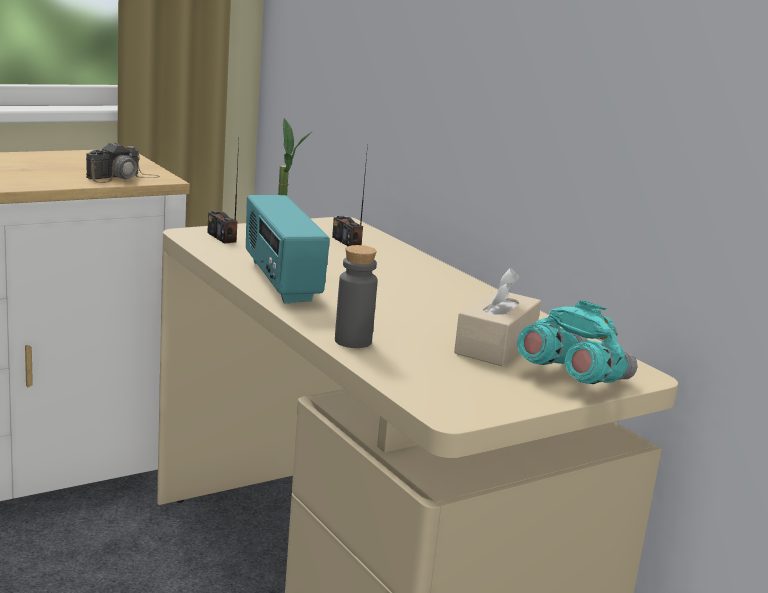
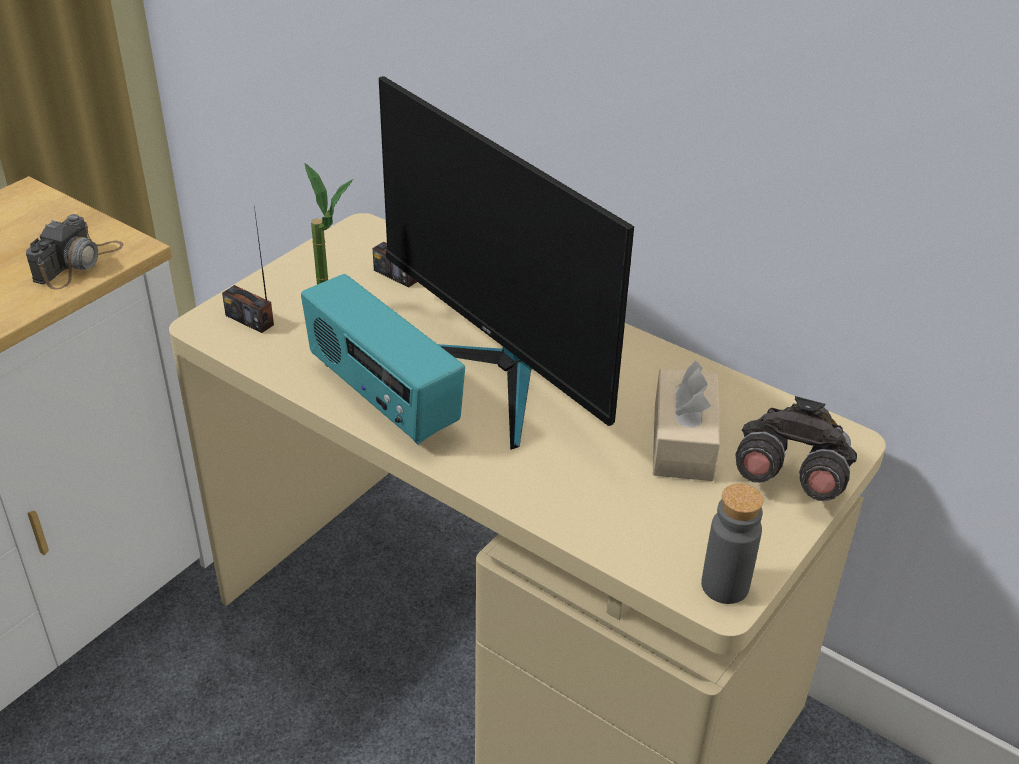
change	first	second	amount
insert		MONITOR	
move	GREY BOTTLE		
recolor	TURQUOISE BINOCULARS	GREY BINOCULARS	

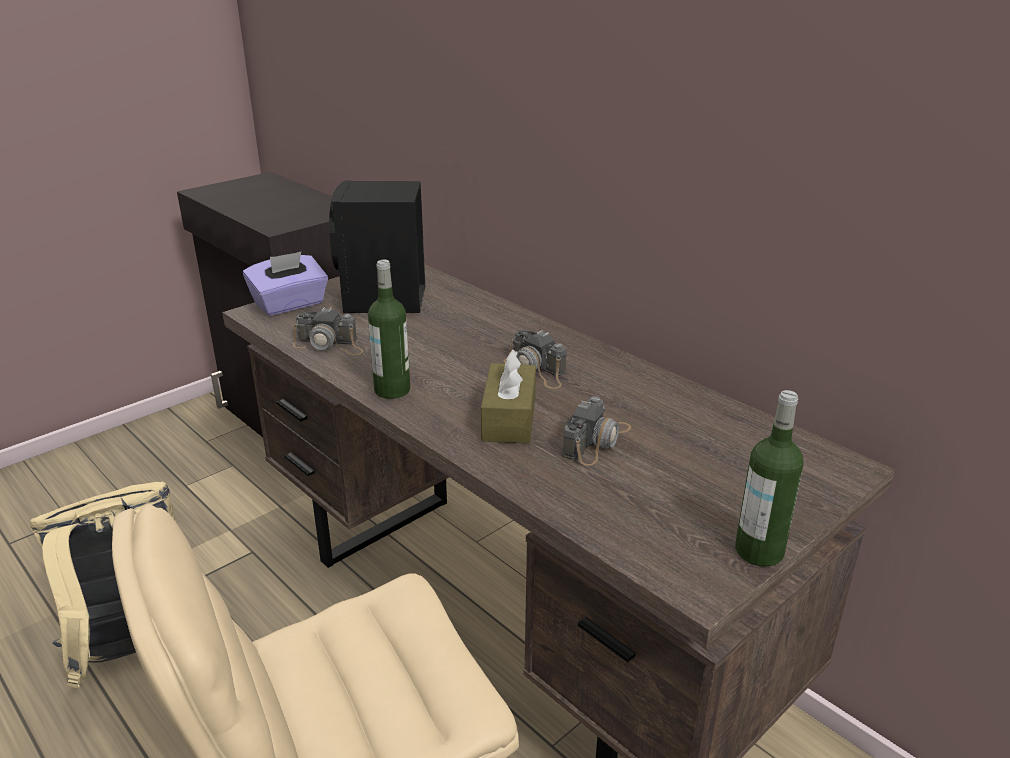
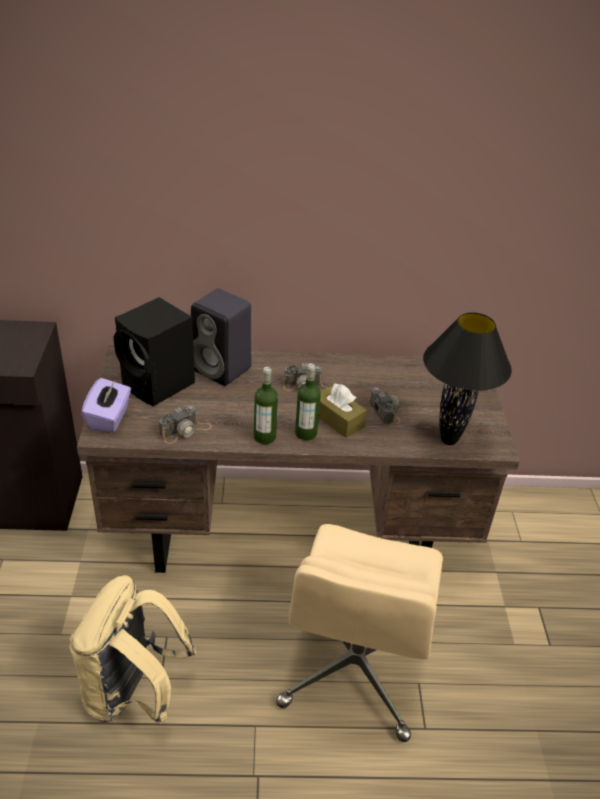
change	first	second	amount
insert		BLACK SPEAKER (2nd from left)	
insert		BLACK TABLE LAMP	
move	BOTTLE (2nd from left)		

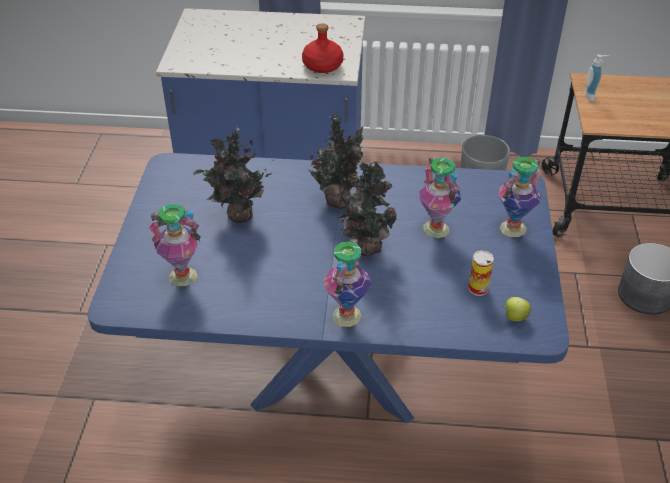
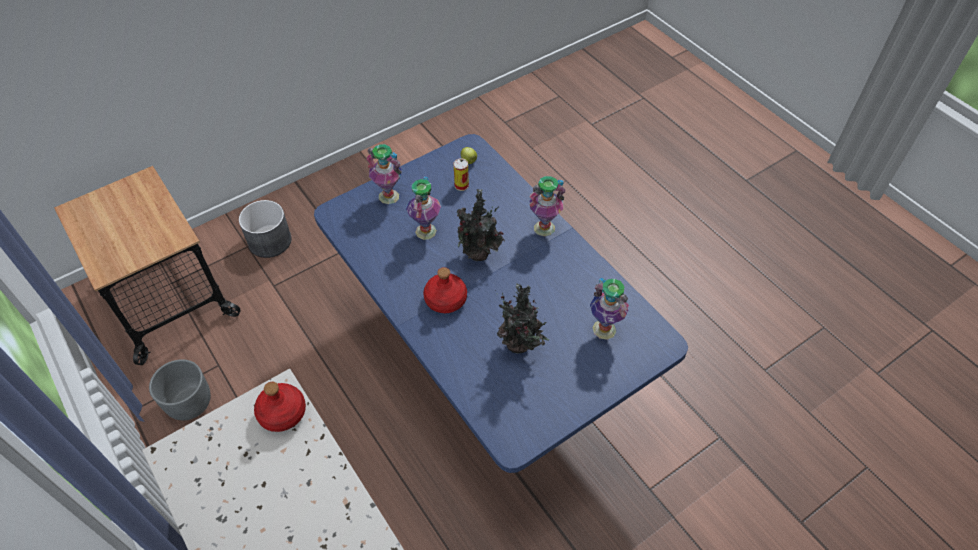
change	first	second	amount
delete	SOAP DISPENSER		
replace	POTTED PLANT (2nd from left)	RED BOTTLE (2nd from left)	

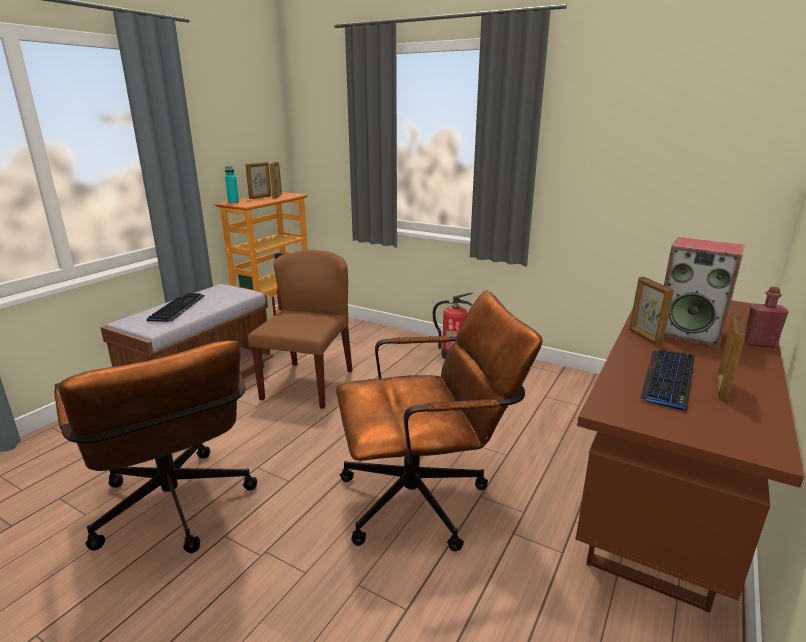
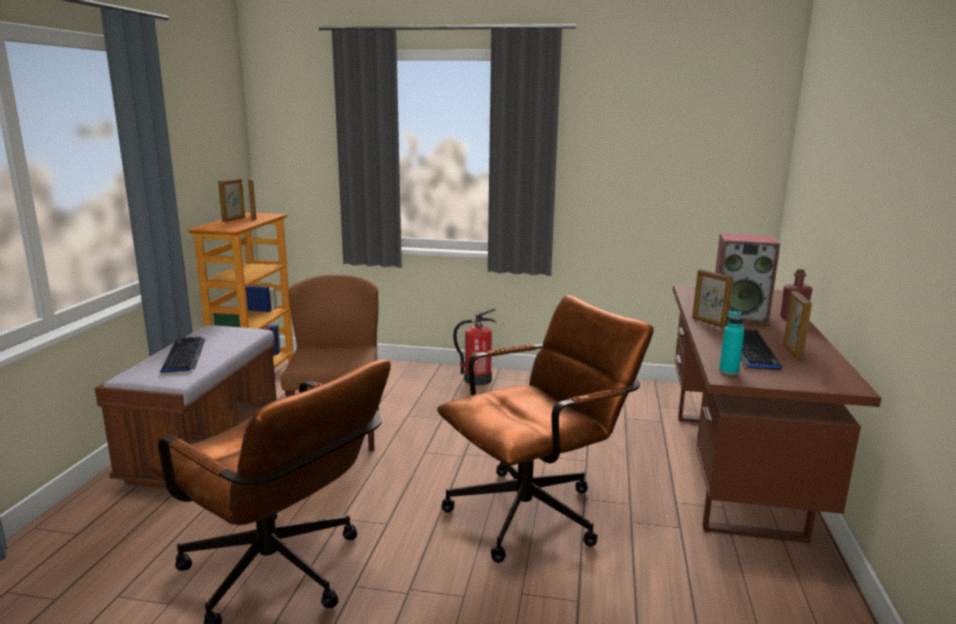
change	first	second	amount
move	TURQUOISE BOTTLE		

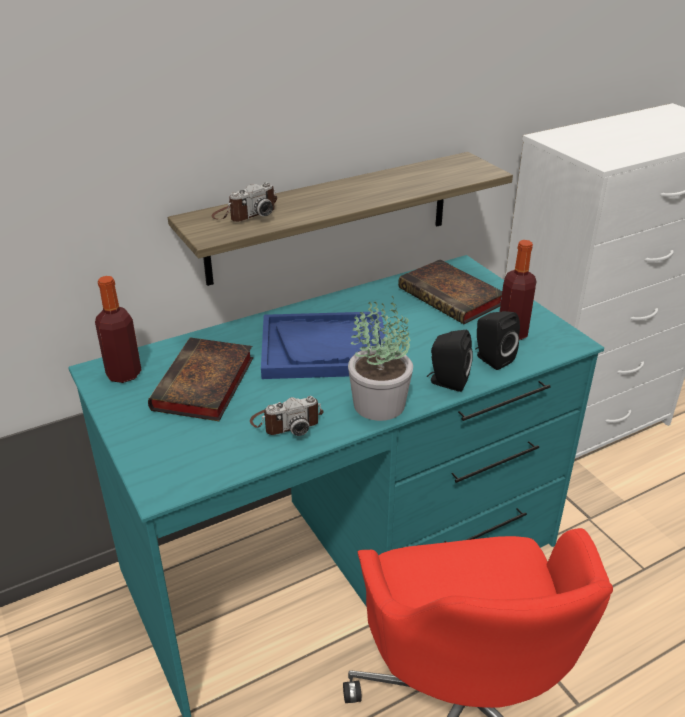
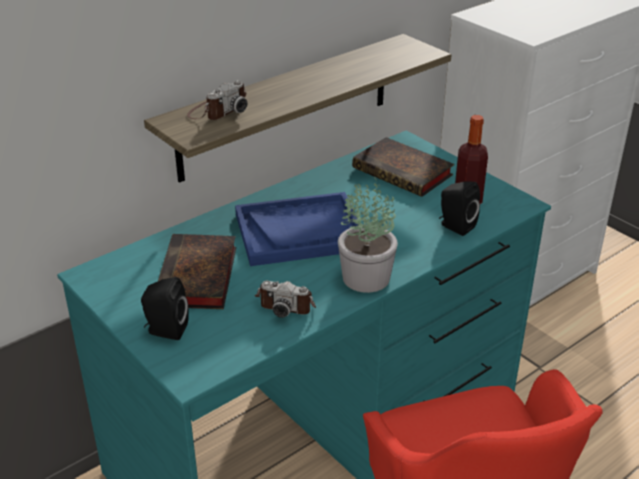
change	first	second	amount
delete	BOTTLE (1st from left)		
move	BLACK SPEAKER (1st from left)		
rotate	PHOTO CAMERA (2nd from left)		45 degrees clockwise

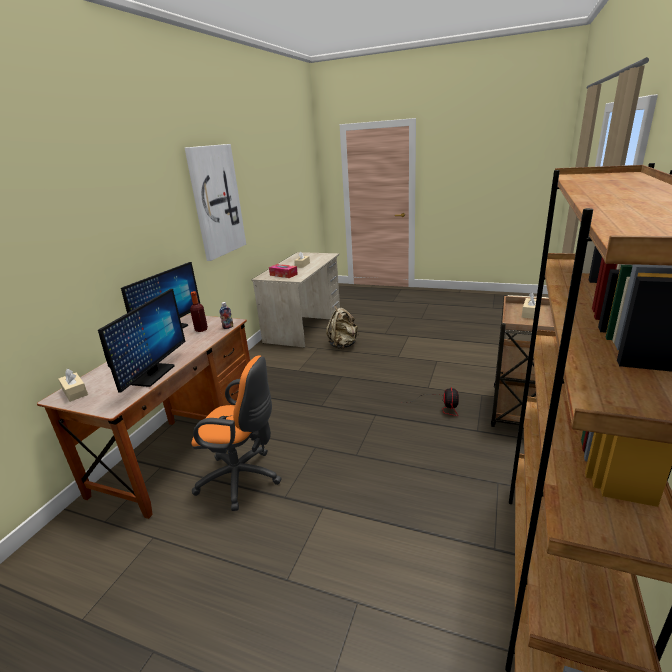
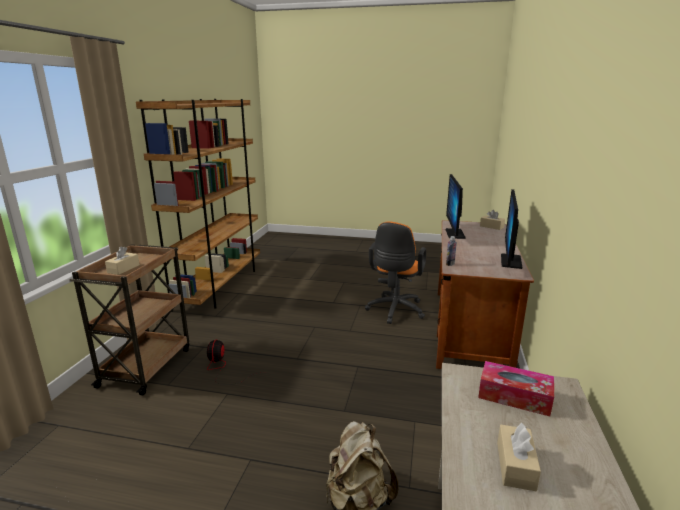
change	first	second	amount
delete	PICTURE		
delete	BOTTLE (1st from left)		
rotate	ORANGE OFFICE CHAIR		75 degrees counterclockwise

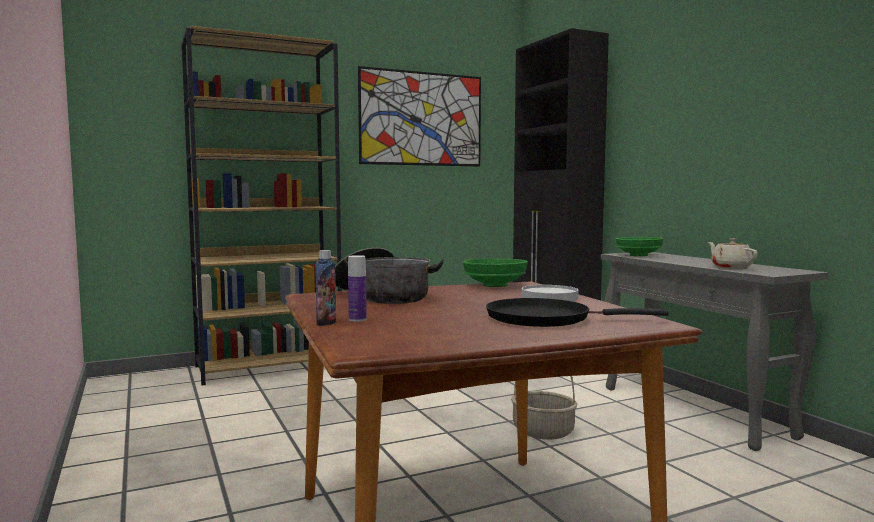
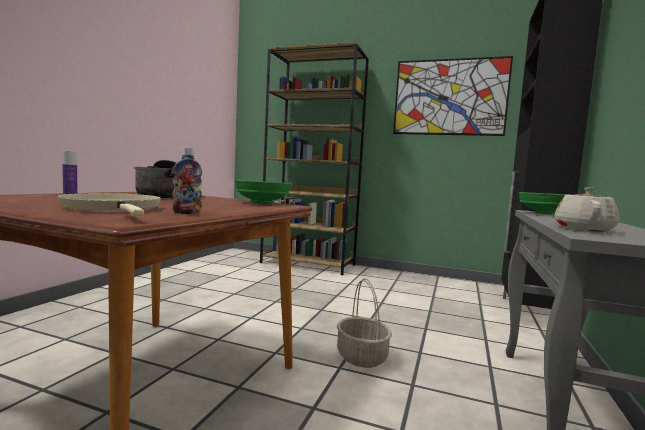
change	first	second	amount
delete	WHITE PLATE		
move	BOTTLE (1st from left in the first image)	BOTTLE (2nd from left)	
recolor	BLACK FRYING PAN	BEIGE FRYING PAN	

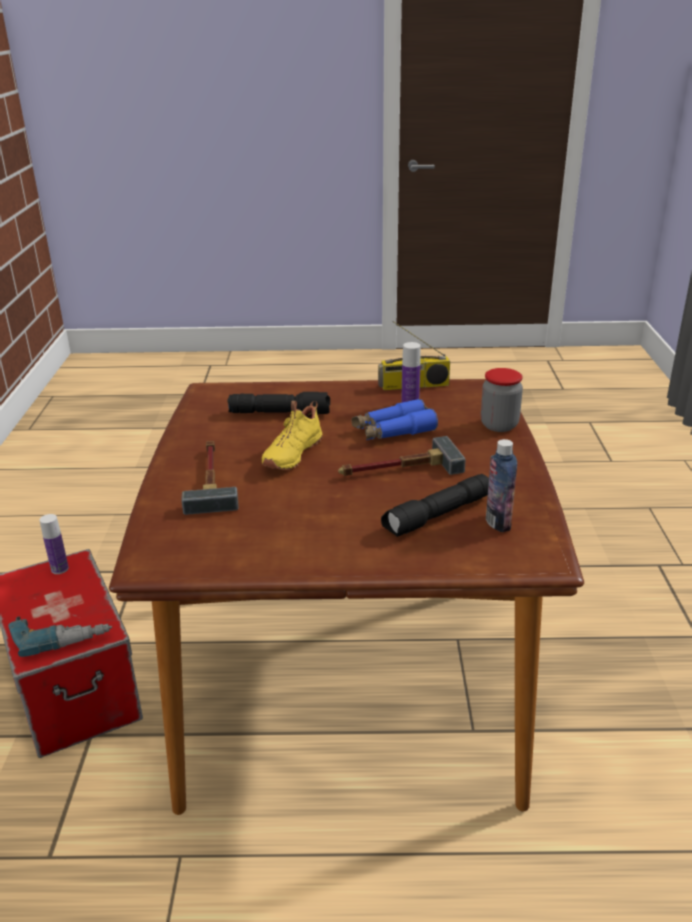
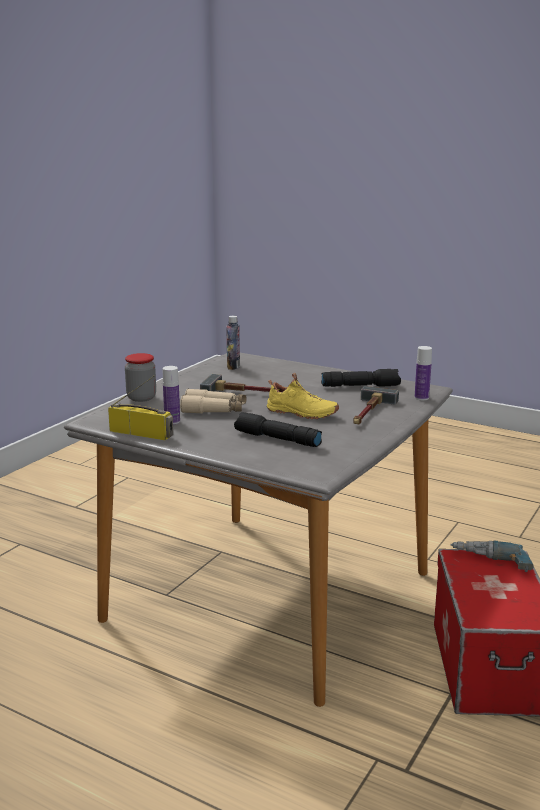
change	first	second	amount
move	BOTTLE (1st from left in the first image)	BOTTLE (3rd from left)	
move	BLACK FLASHLIGHT (2nd from left)		
recolor	BROWN DINING TABLE	GREY DINING TABLE	
recolor	BLUE BINOCULARS	BEIGE BINOCULARS	
rotate	YELLOW SHOE		60 degrees clockwise

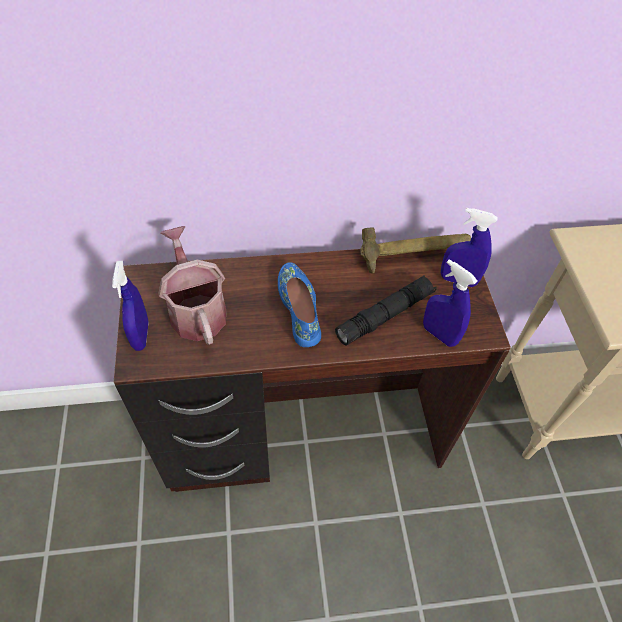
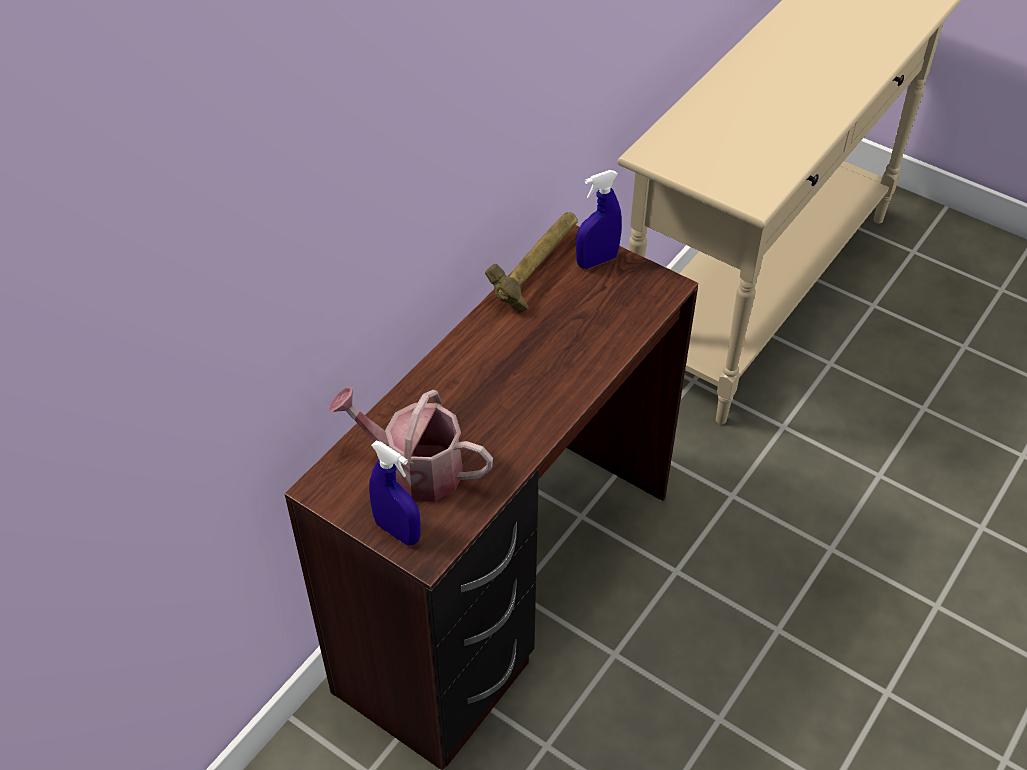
change	first	second	amount
delete	BLUE SHOE		
delete	BLACK FLASHLIGHT		
delete	BLUE SPRAY BOTTLE (2nd from left)		

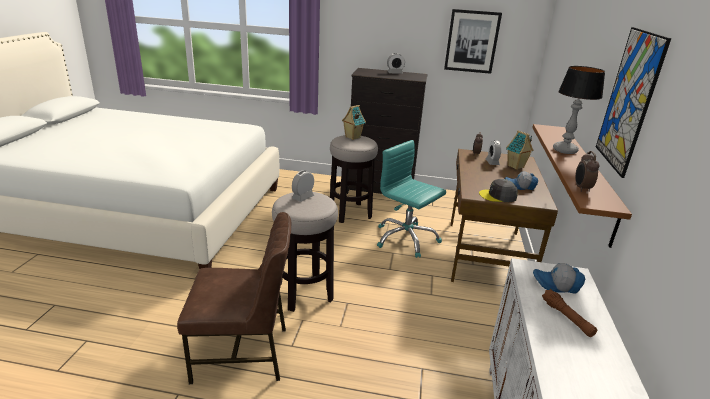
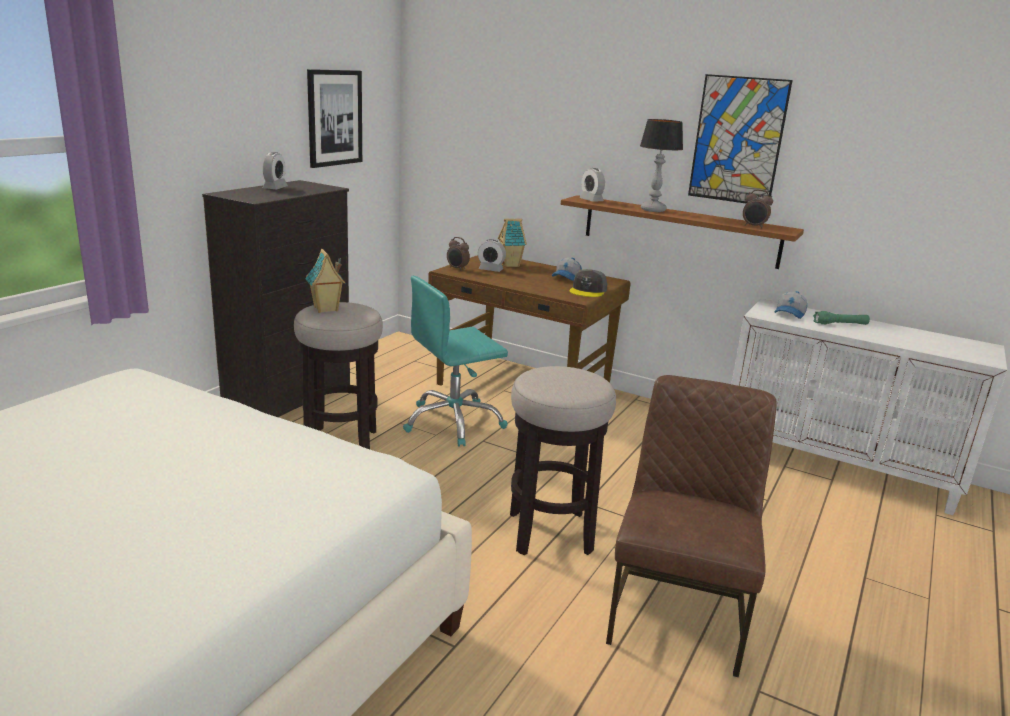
change	first	second	amount
move	ALARM CLOCK (1st from left in the first image)	ALARM CLOCK (4th from left)	
recolor	BROWN FLASHLIGHT	GREEN FLASHLIGHT	

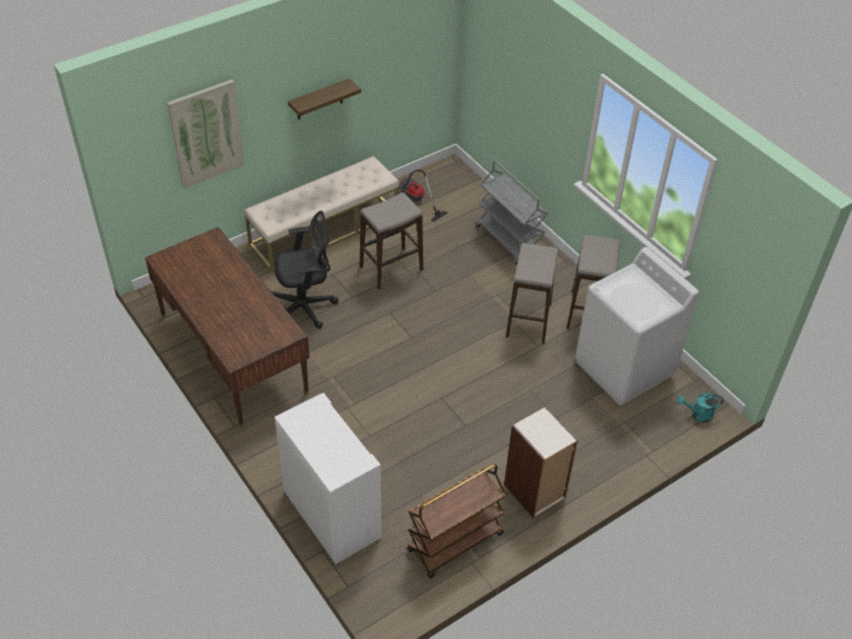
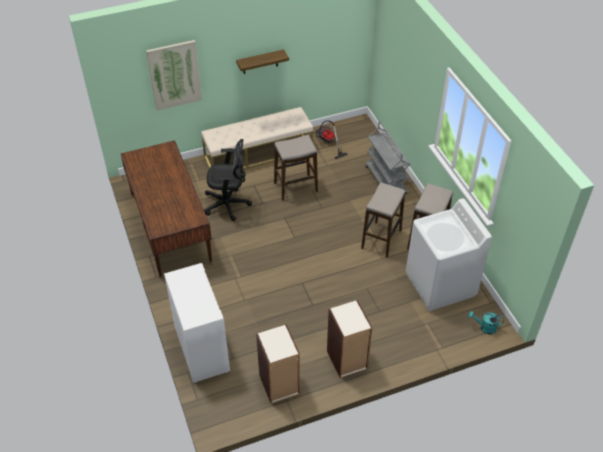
change	first	second	amount
replace	BROWN CART	BOOKCASE (1st from left)	

